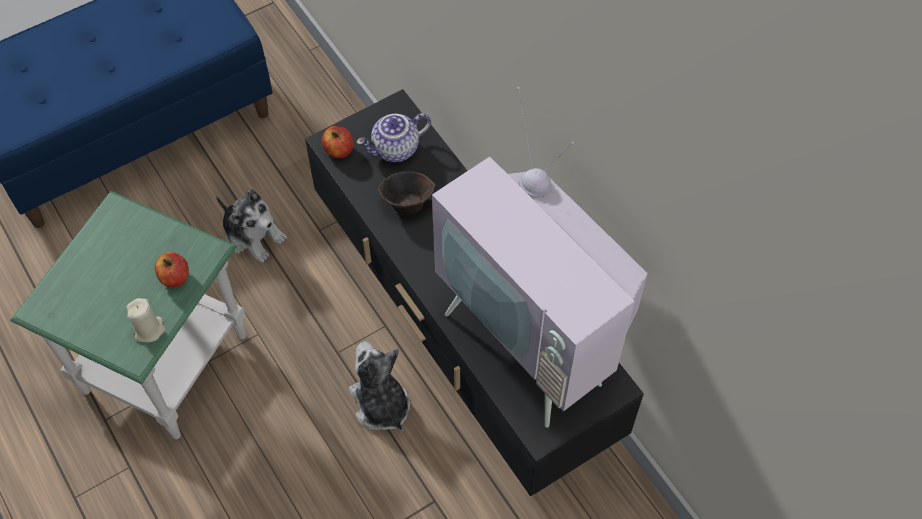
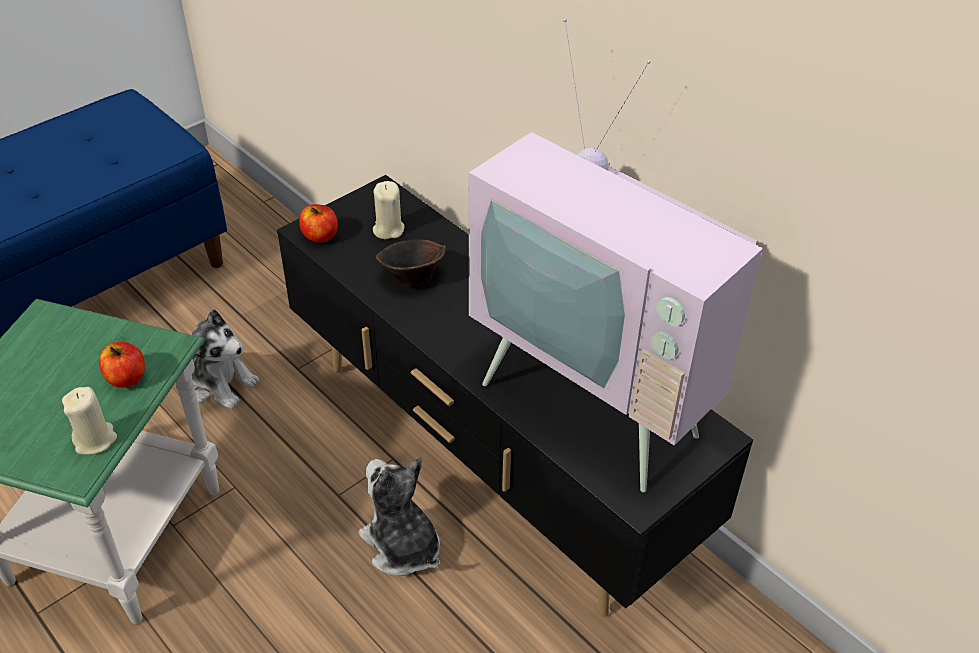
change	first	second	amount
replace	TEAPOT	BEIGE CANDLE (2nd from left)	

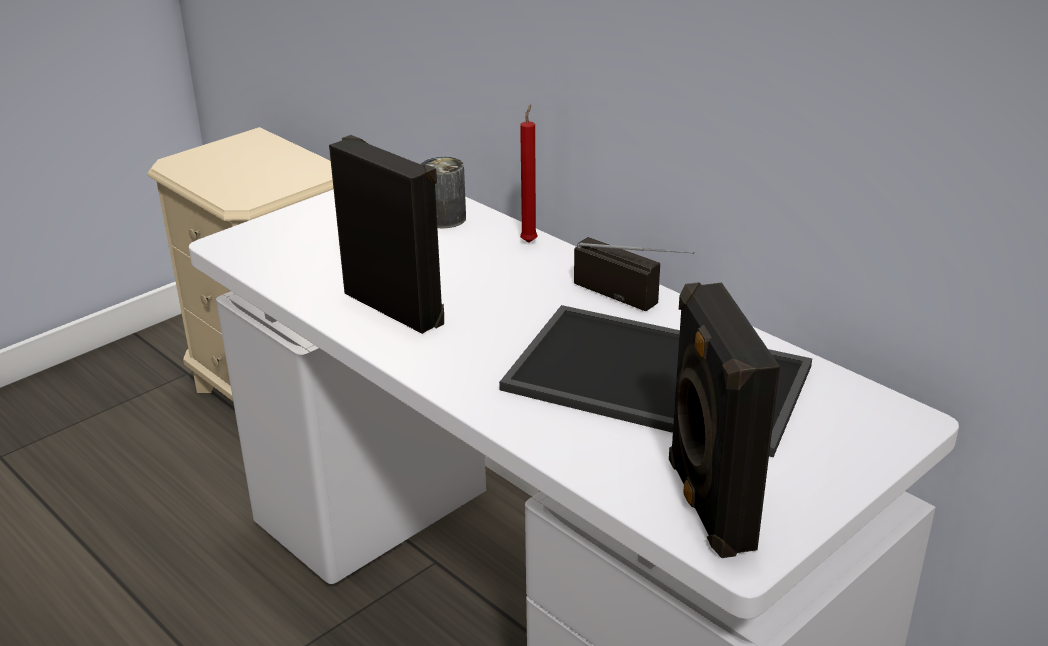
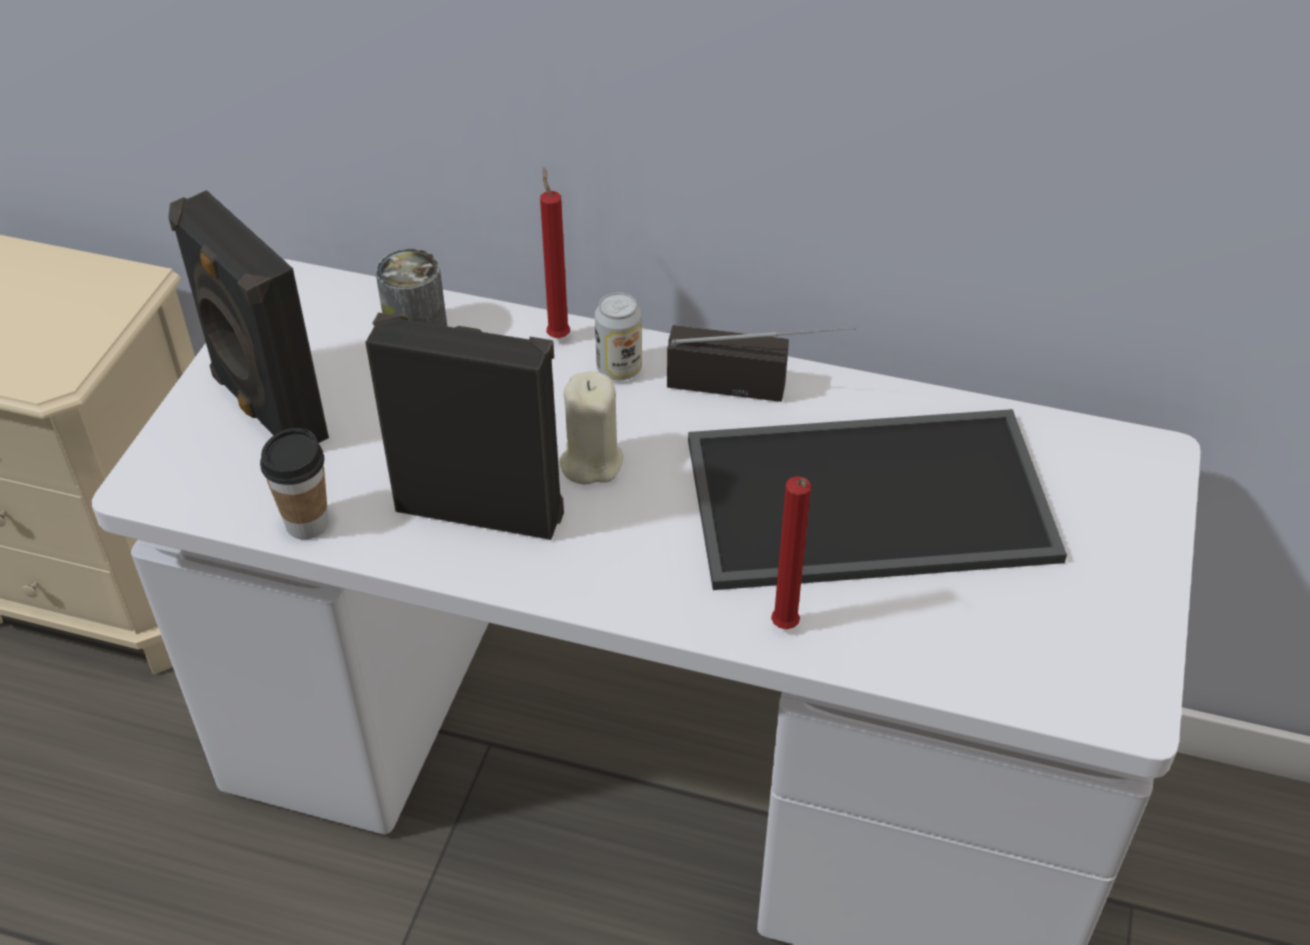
change	first	second	amount
insert		CUP	
insert		BEIGE CANDLE	
insert		CAN (2nd from left)	
insert		RED CANDLE (2nd from left)	
move	BLACK SPEAKER (2nd from left in the first image)	BLACK SPEAKER (1st from left)	

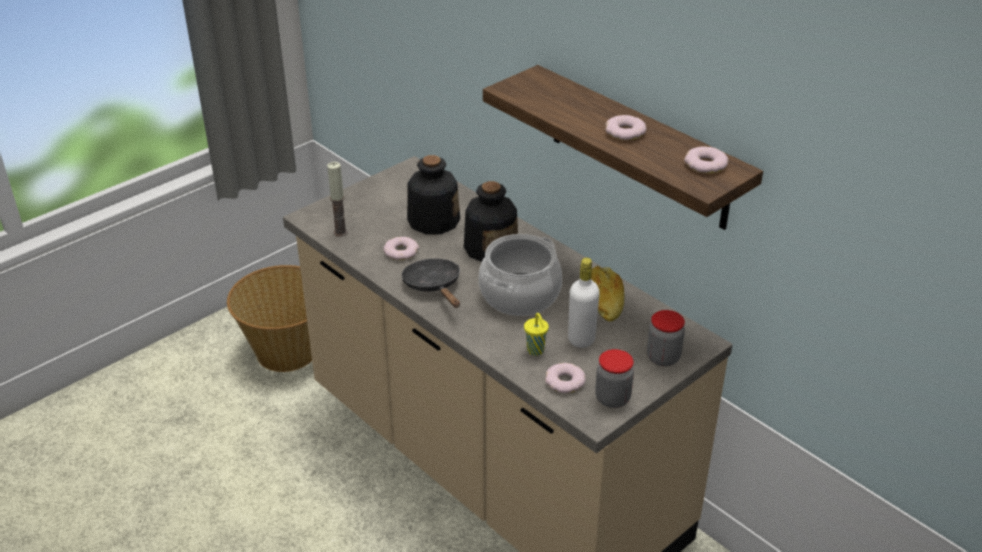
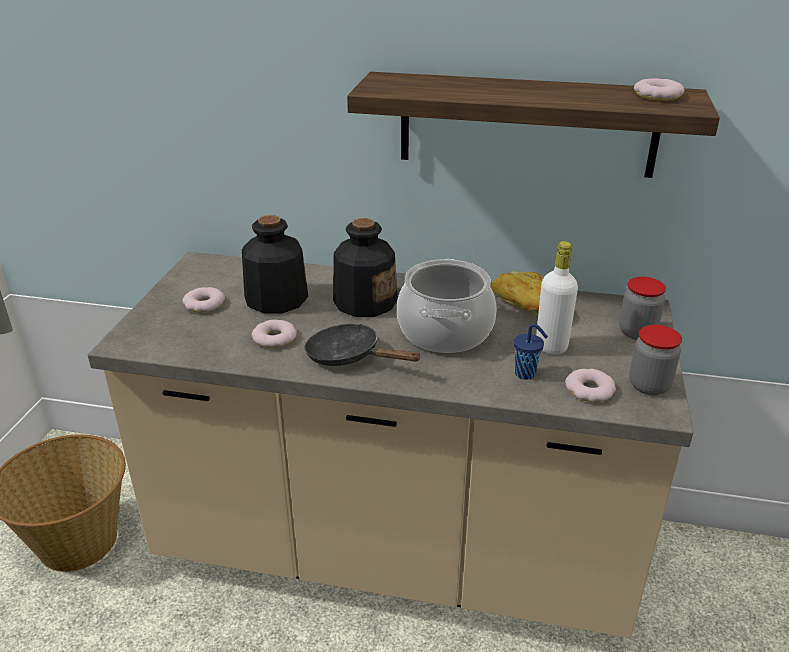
change	first	second	amount
delete	CANDLE		
move	DONUT (3rd from left in the first image)	DONUT (1st from left)	
recolor	YELLOW CUP	BLUE CUP	

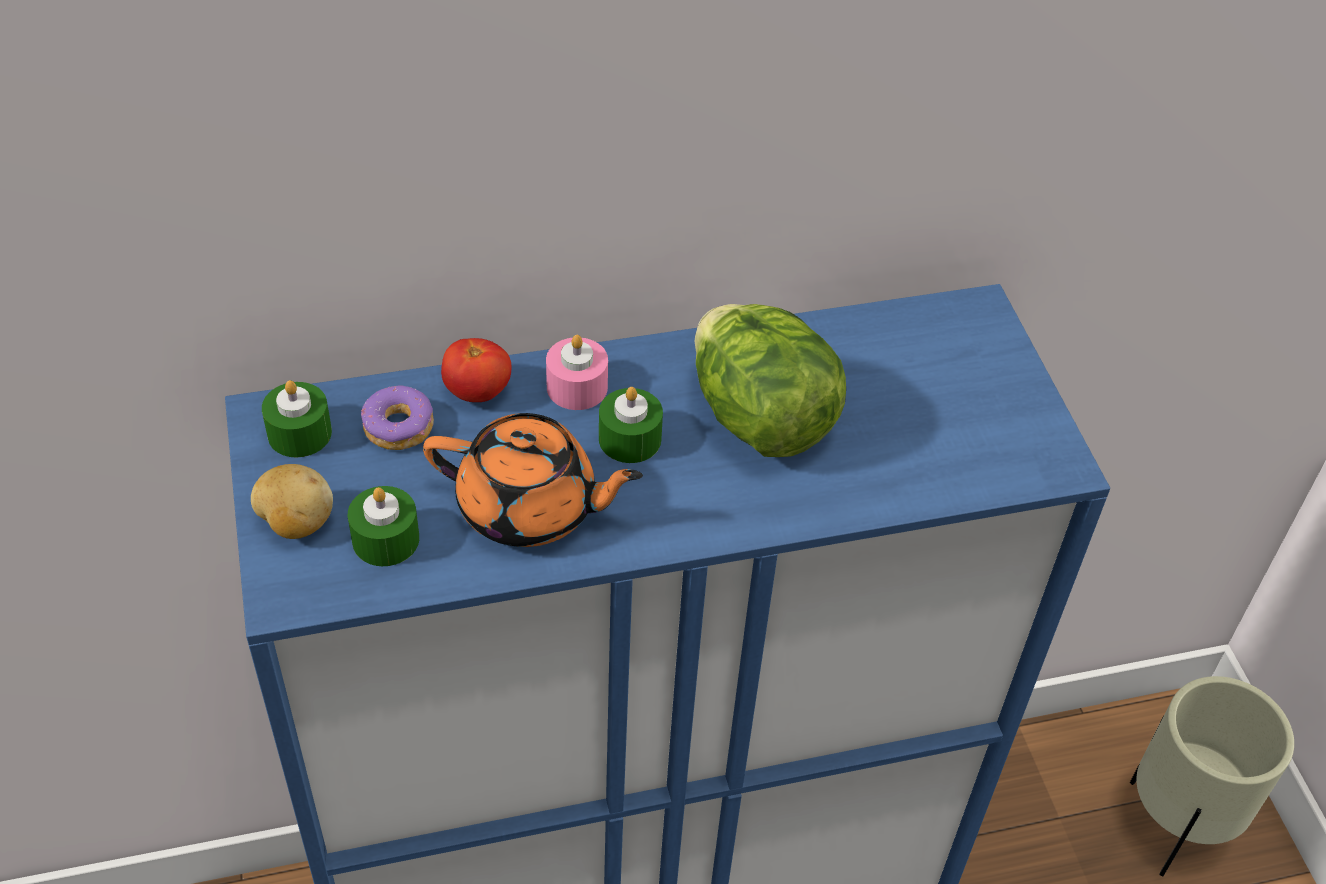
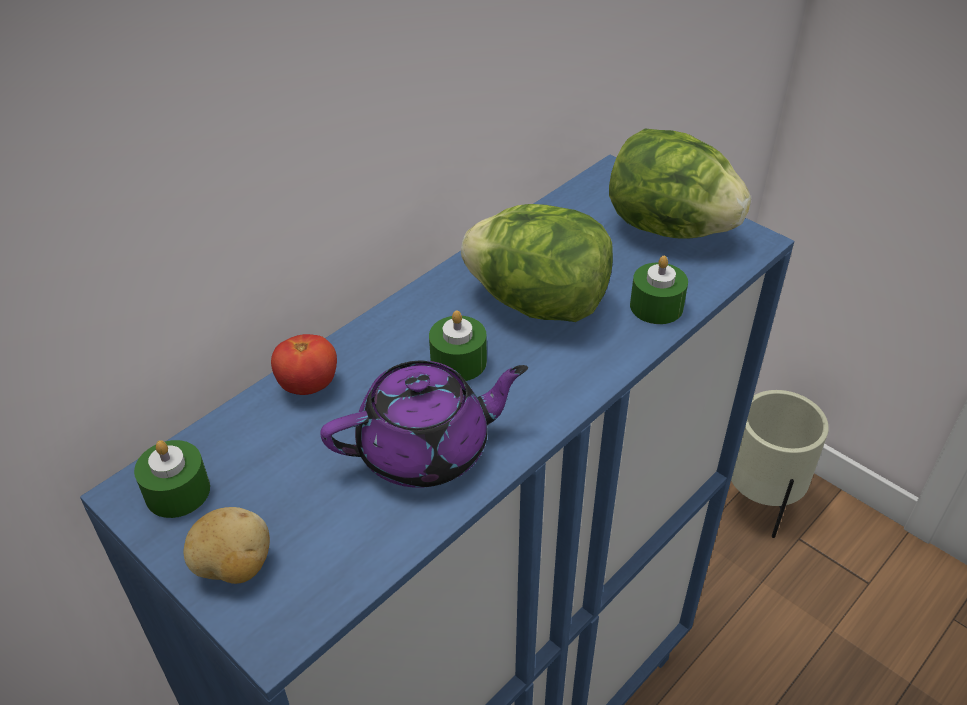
change	first	second	amount
delete	DONUT		
delete	PINK CANDLE		
insert		LETTUCE (2nd from left)	
move	GREEN CANDLE (2nd from left in the first image)	GREEN CANDLE (3rd from left)	
recolor	ORANGE TEAPOT	PURPLE TEAPOT	

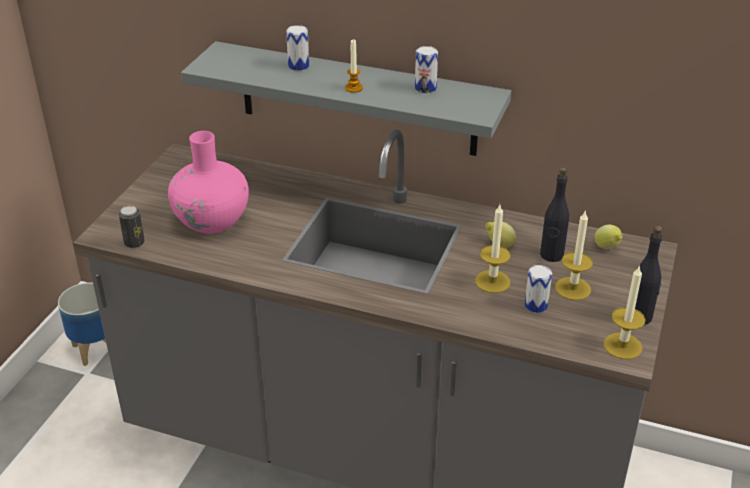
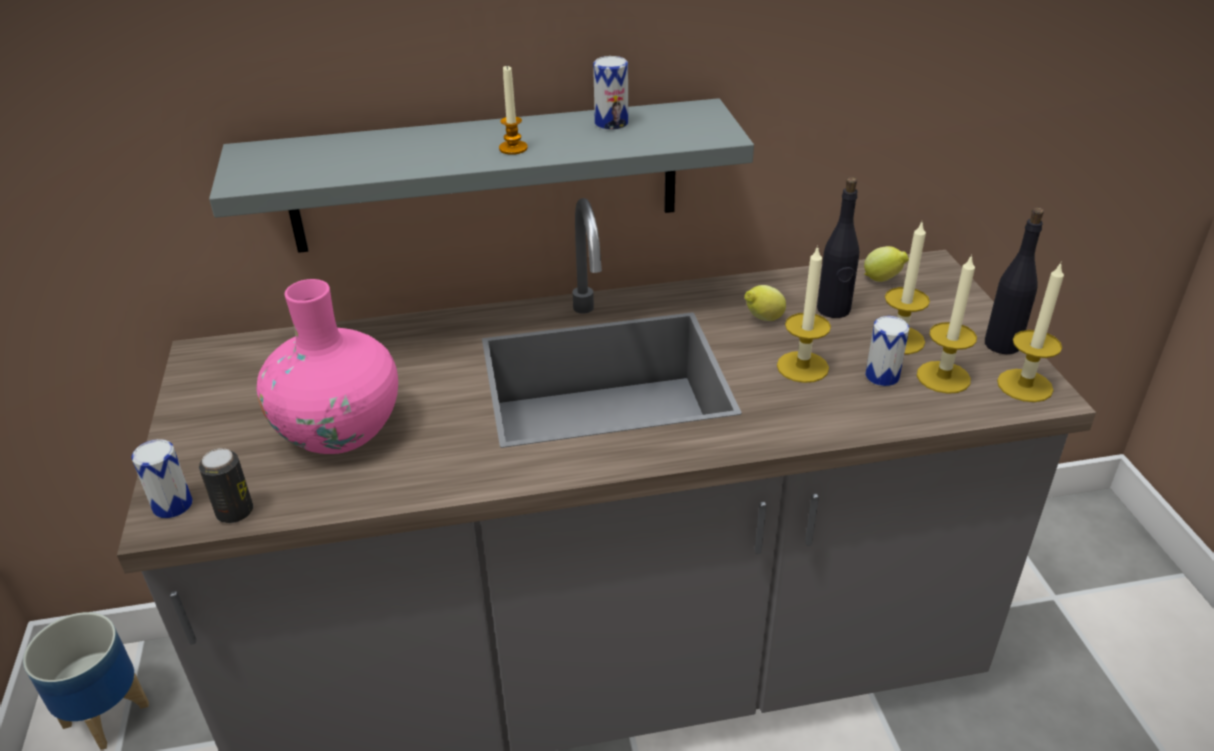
change	first	second	amount
insert		CANDLE (4th from left)	
move	CAN (2nd from left in the first image)	CAN (1st from left)	

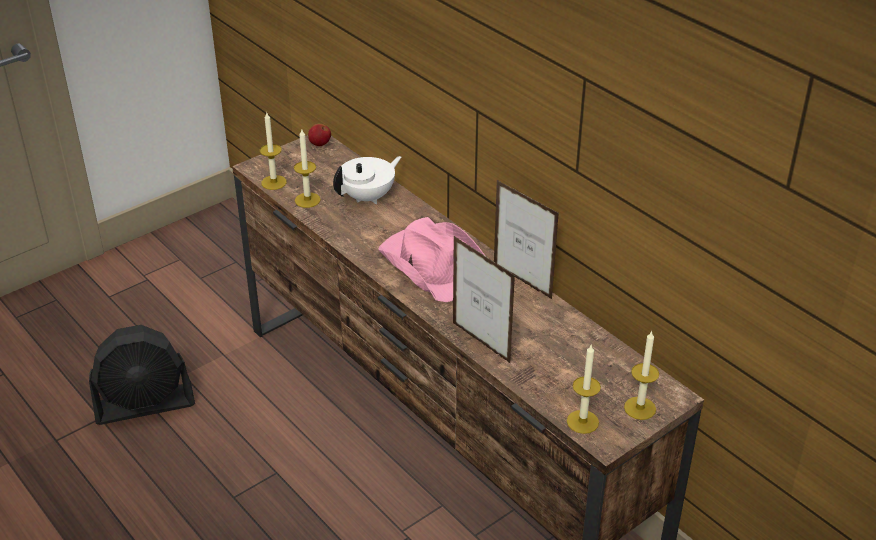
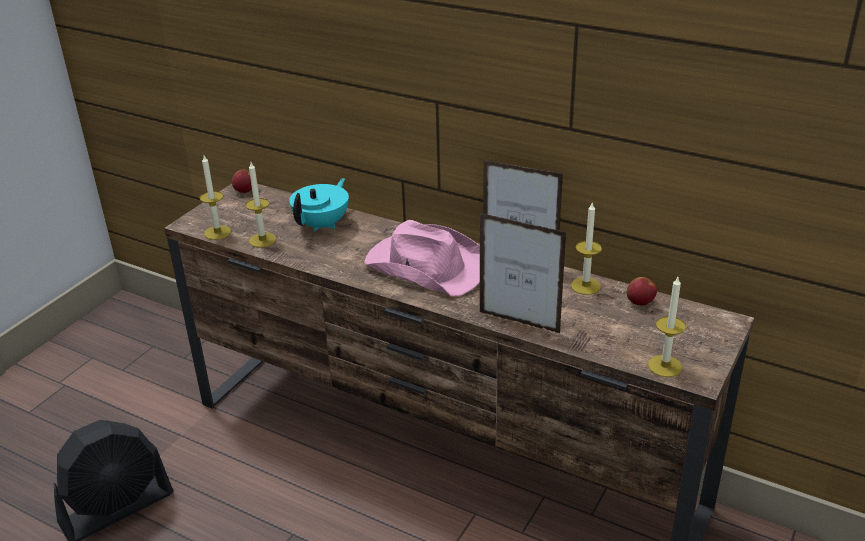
change	first	second	amount
insert		APPLE (2nd from left)	
move	CANDLE (4th from left in the first image)	CANDLE (3rd from left)	
recolor	WHITE TEAPOT	TURQUOISE TEAPOT	

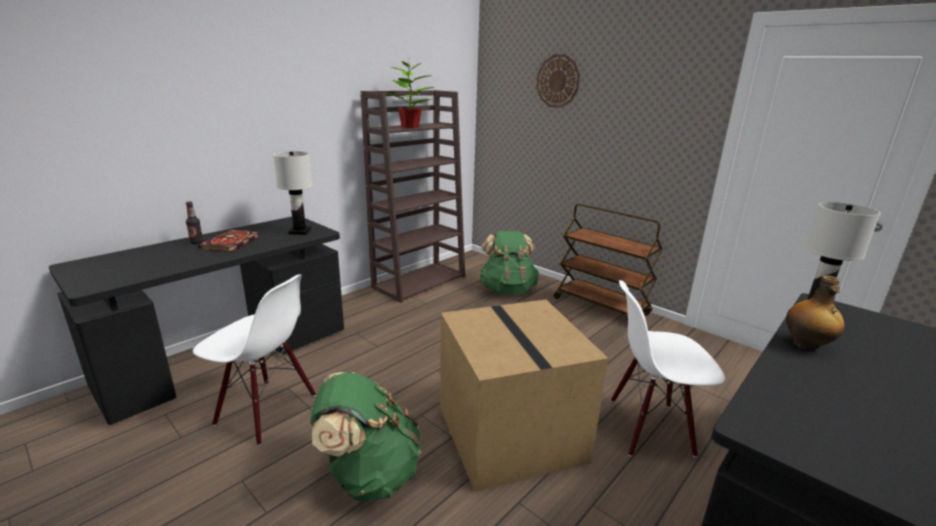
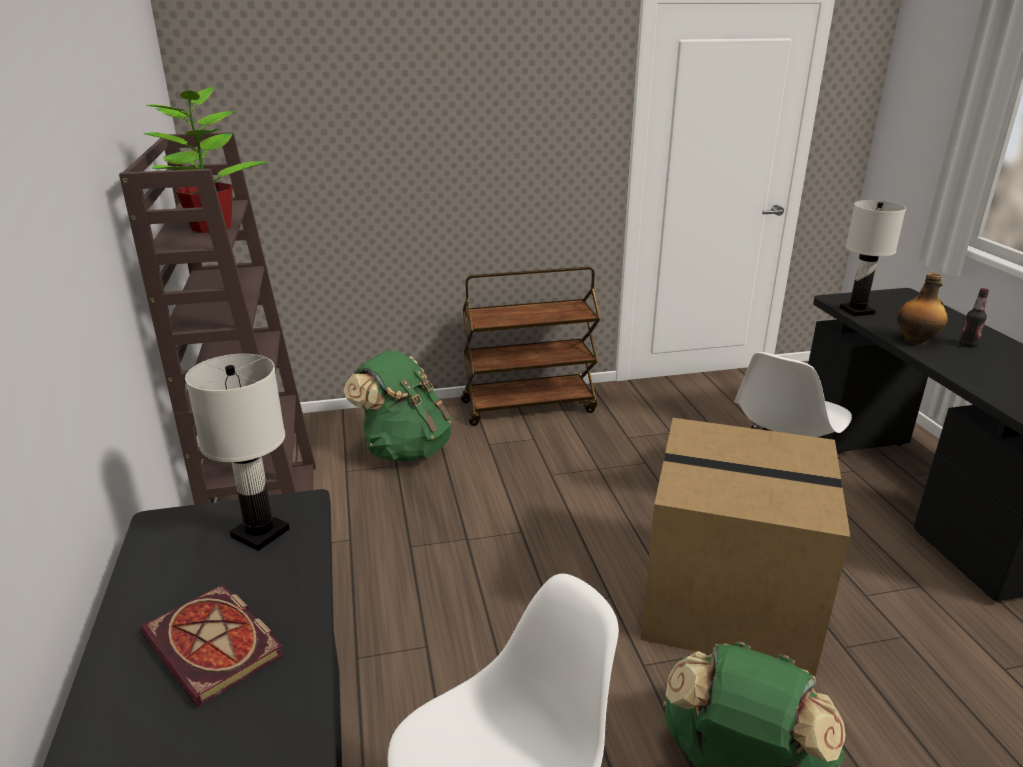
change	first	second	amount
delete	WALL CLOCK		
move	BOTTLE (1st from left in the first image)	BOTTLE (2nd from left)	

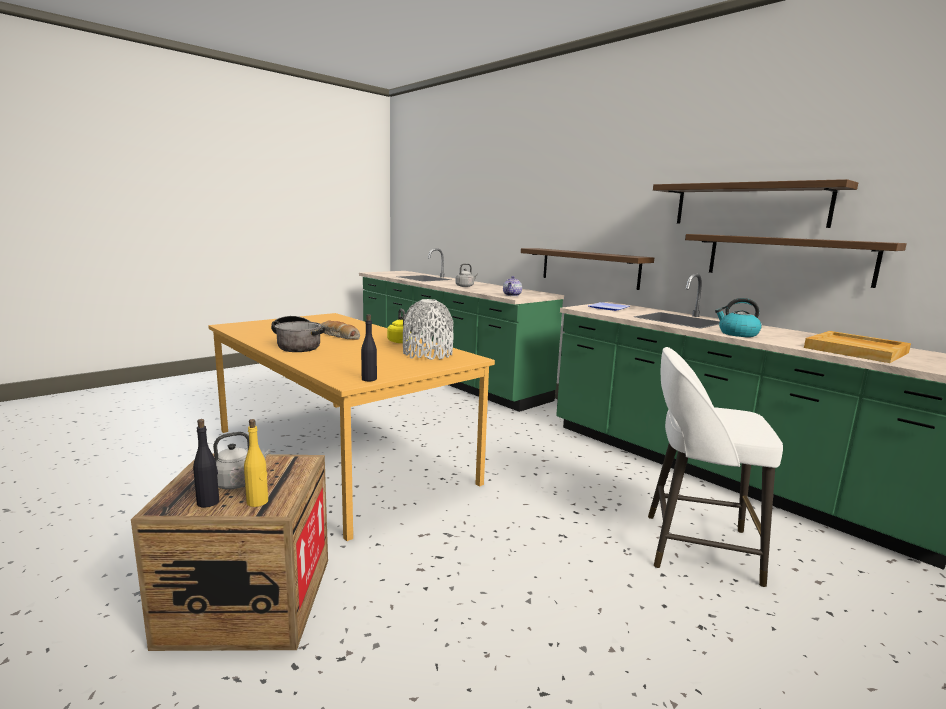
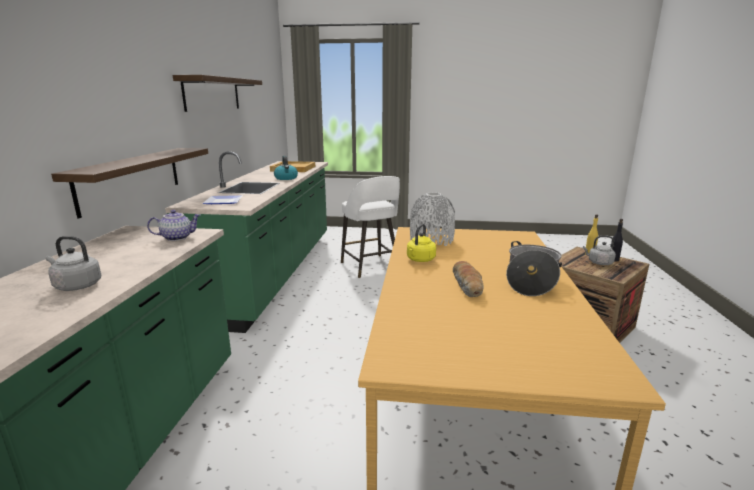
change	first	second	amount
delete	BLACK BOTTLE (2nd from left)		
delete	SHELF (3rd from left)		

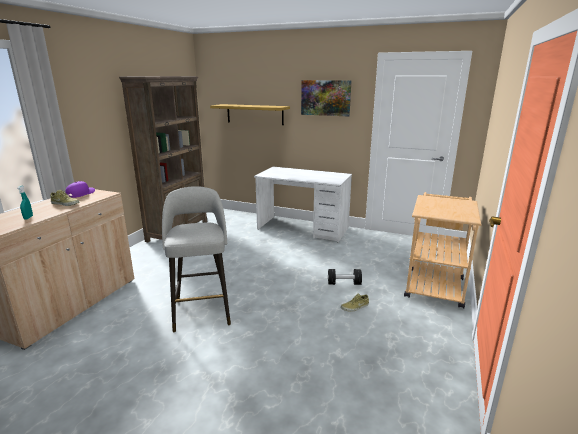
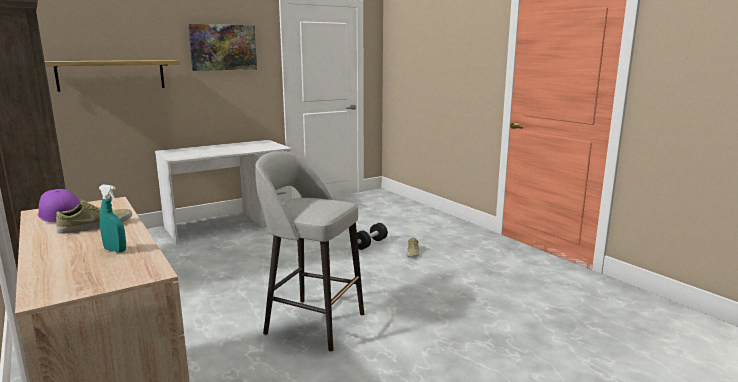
change	first	second	amount
delete	BEIGE CART		

